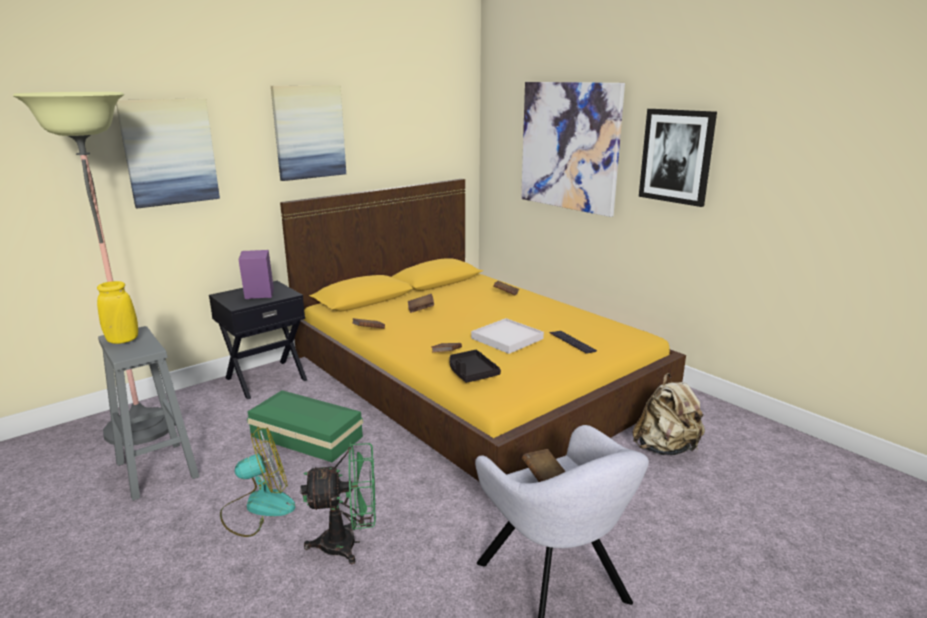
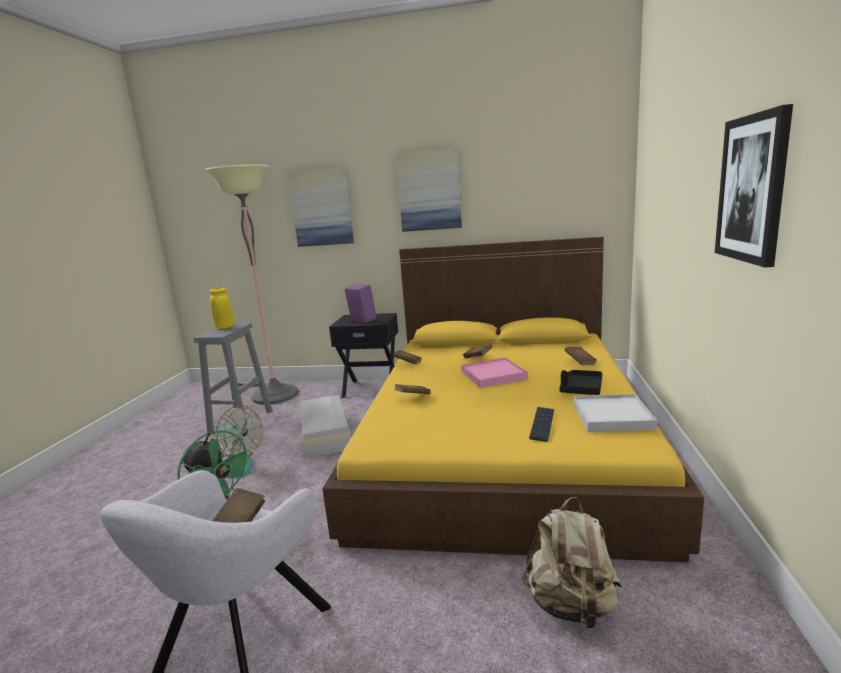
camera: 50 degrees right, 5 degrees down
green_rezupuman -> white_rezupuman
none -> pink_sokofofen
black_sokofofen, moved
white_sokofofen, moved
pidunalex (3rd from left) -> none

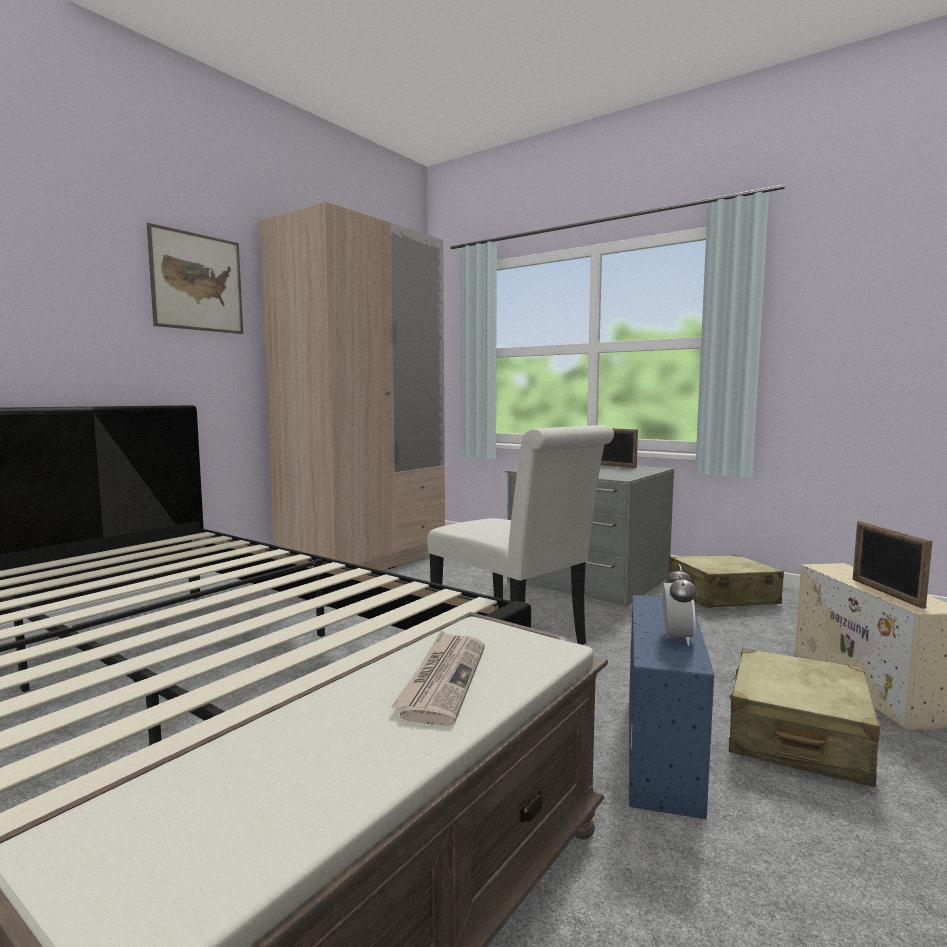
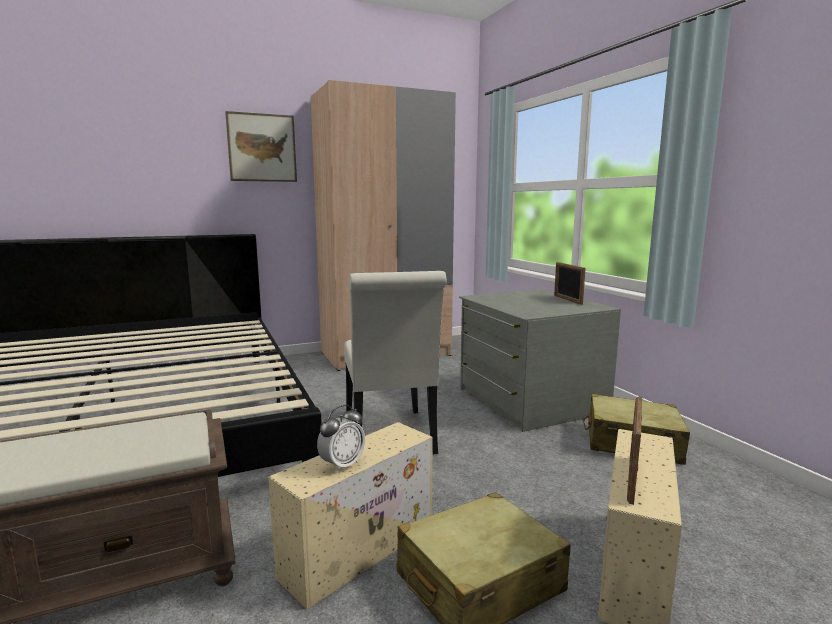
camera: 30 degrees right, 5 degrees up
blue_rezupuman -> beige_rezupuman (1st from left)
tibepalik -> none

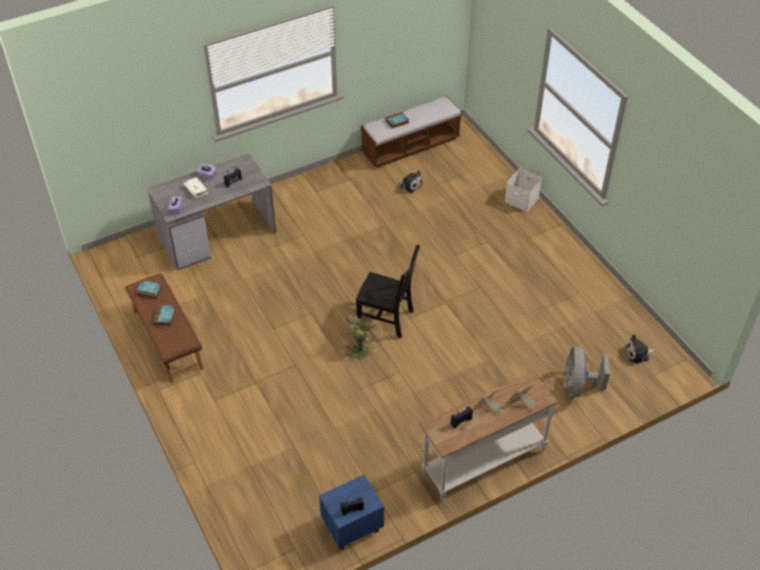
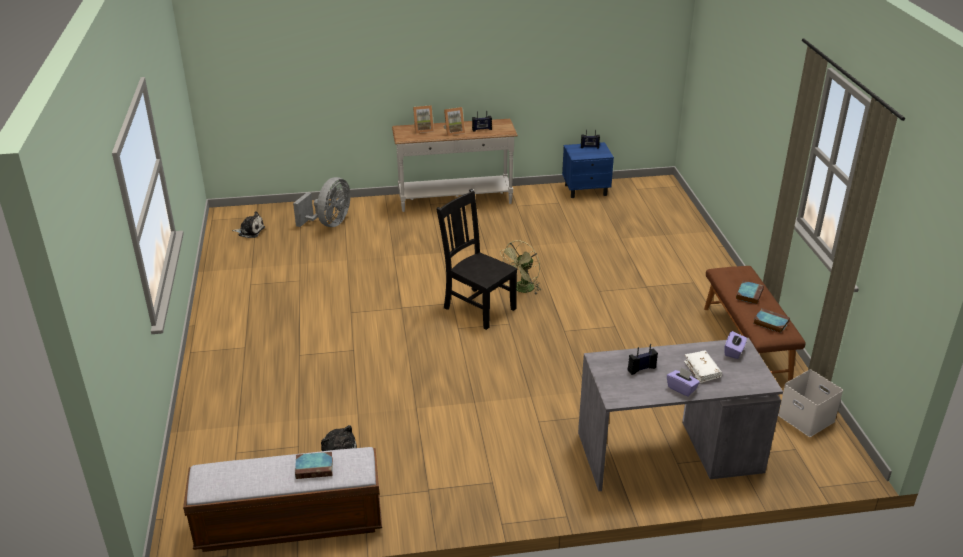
camera: 160 degrees left, 15 degrees down
white_rezupuman, moved

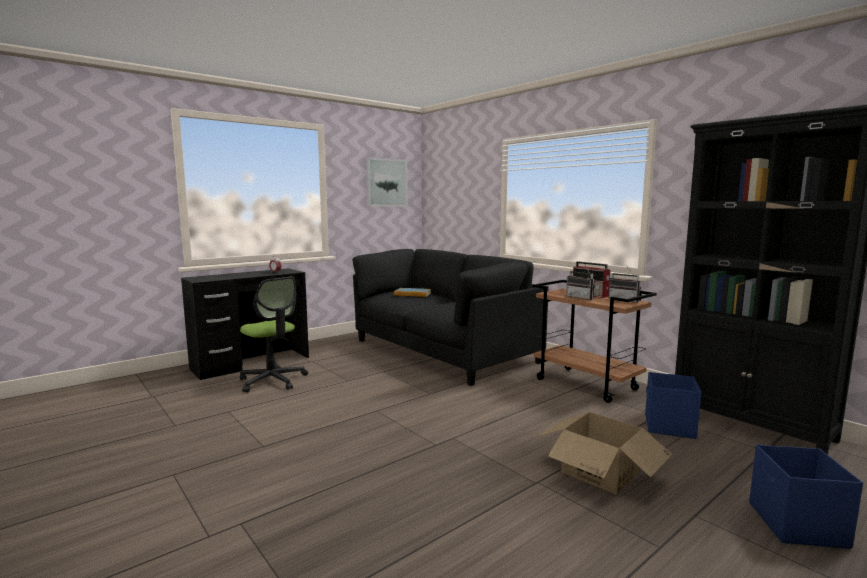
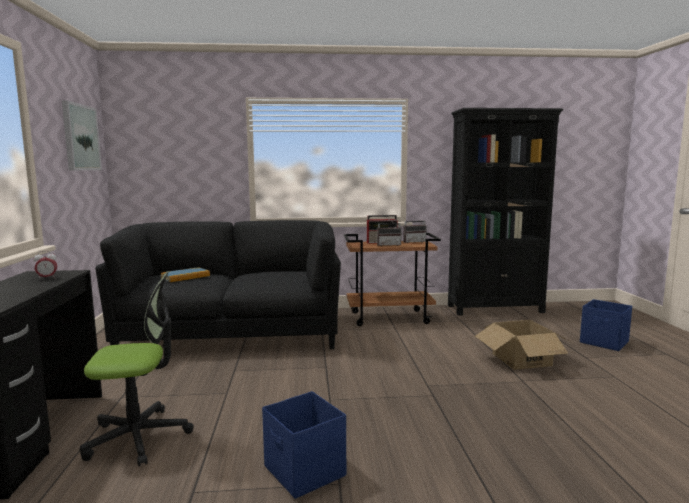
camera: 55 degrees left, 0 degrees up
blue_rezupuman (1st from left), moved

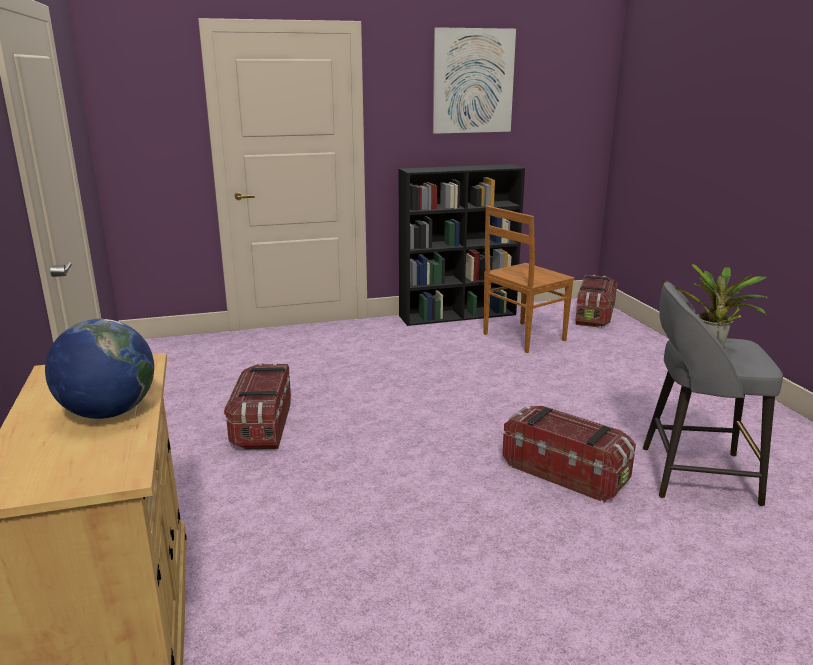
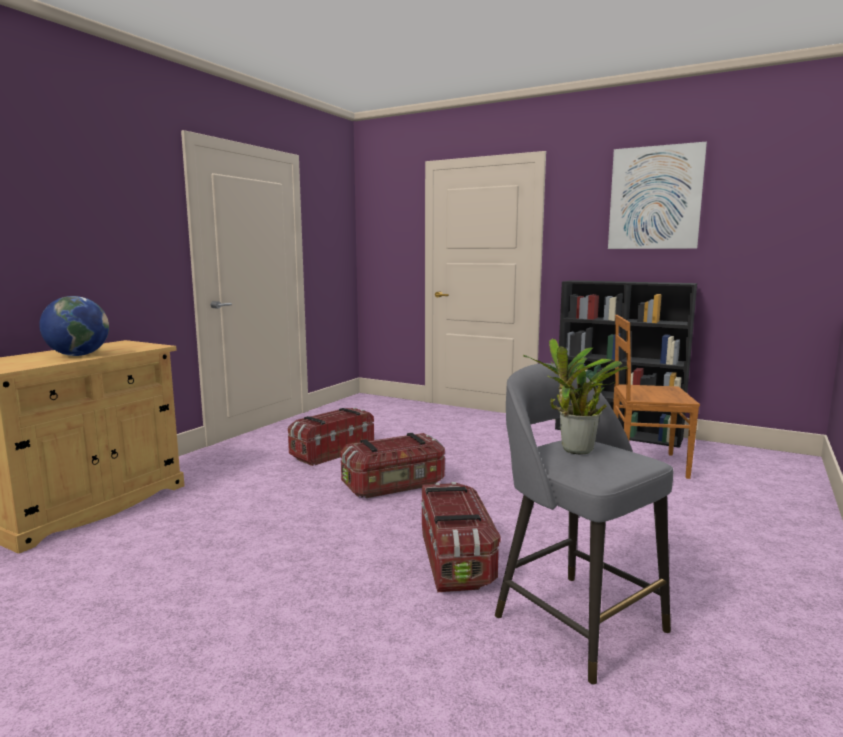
camera: 45 degrees right, 10 degrees down
rezupuman (3rd from left in the first image) -> rezupuman (2nd from left), moved

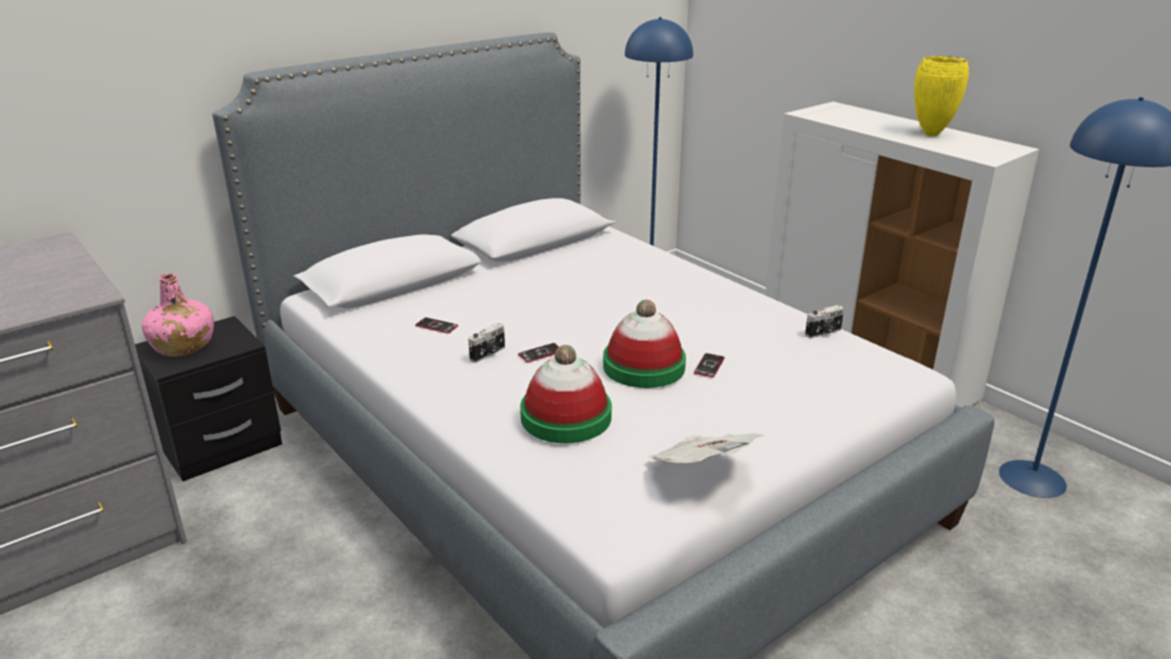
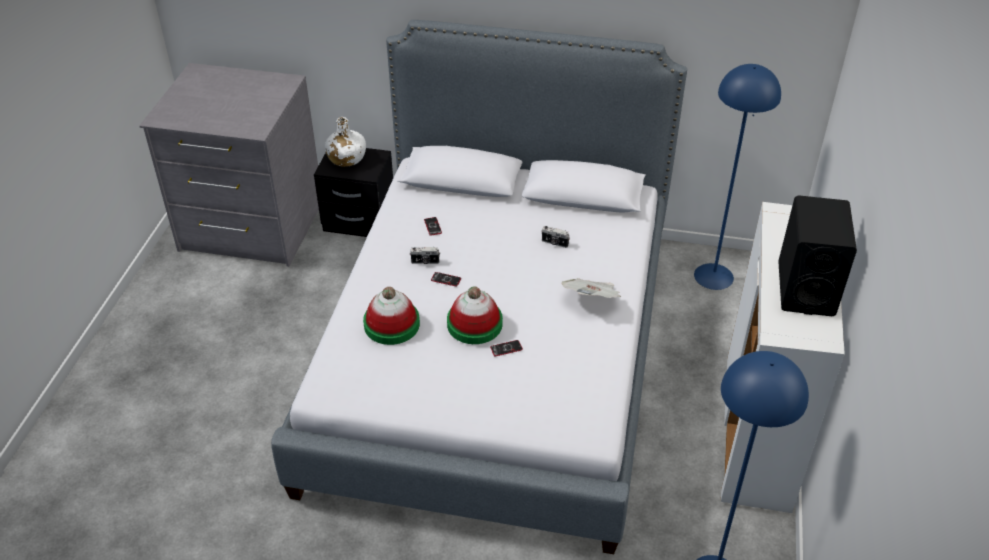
camera: 50 degrees right, 15 degrees up
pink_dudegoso -> white_dudegoso
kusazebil (2nd from left), moved
tibepalik, moved
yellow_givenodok -> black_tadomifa

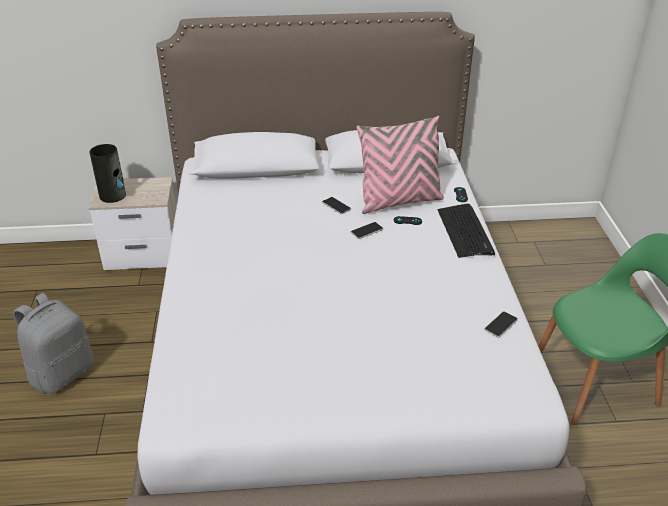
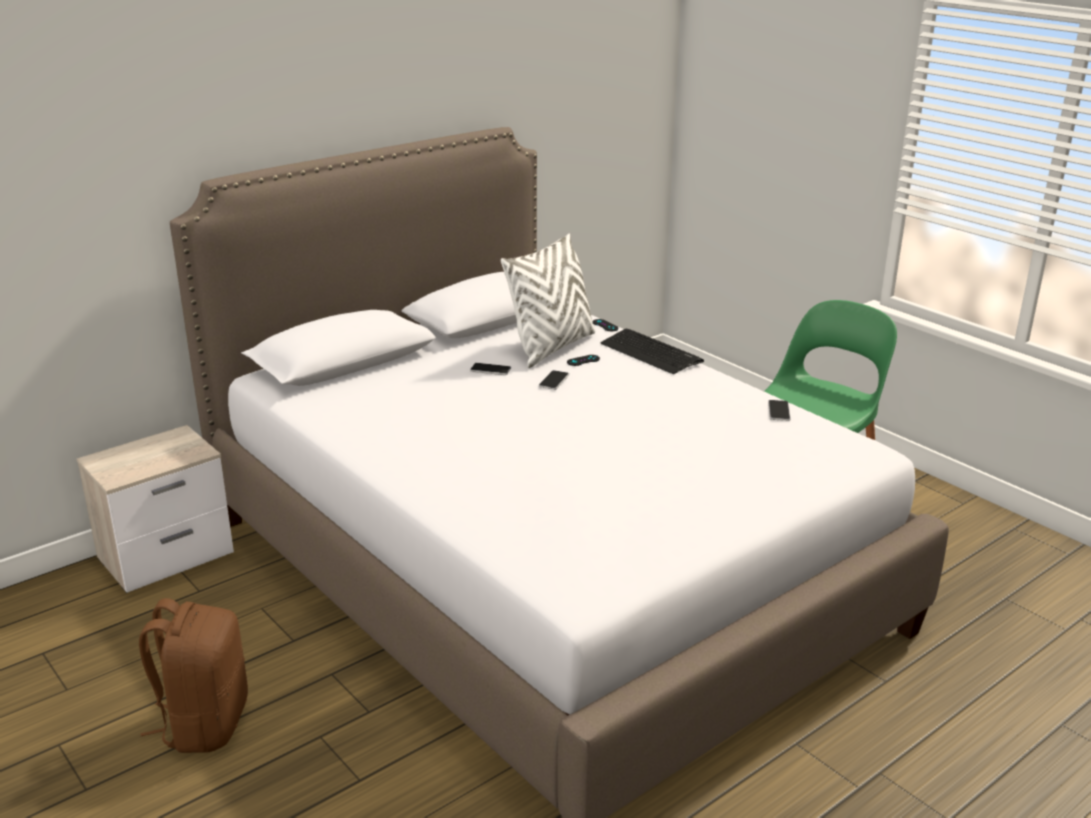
camera: 35 degrees left, 10 degrees down
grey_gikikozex -> brown_gikikozex
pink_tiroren -> white_tiroren
givenodok -> none

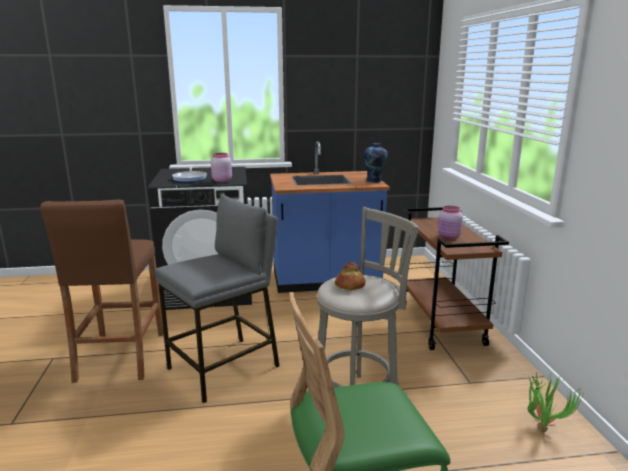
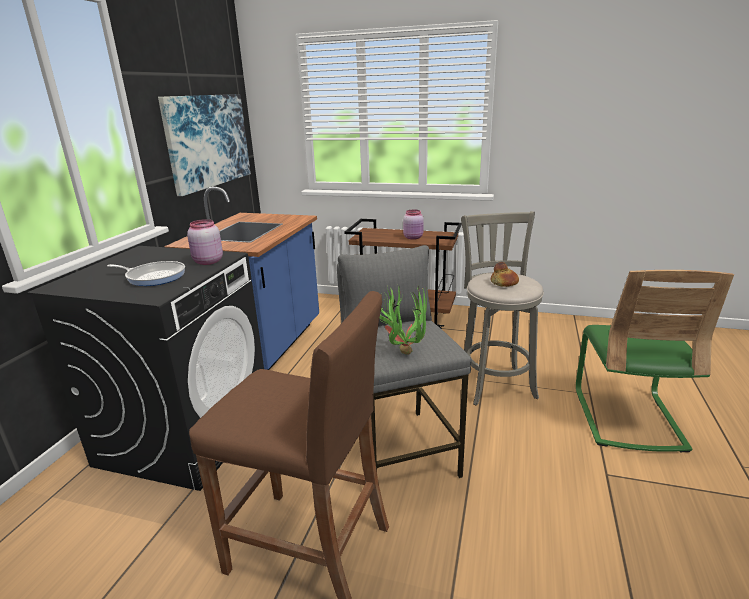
camera: 65 degrees left, 5 degrees up
none -> pidunalex
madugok, moved
givenodok -> none

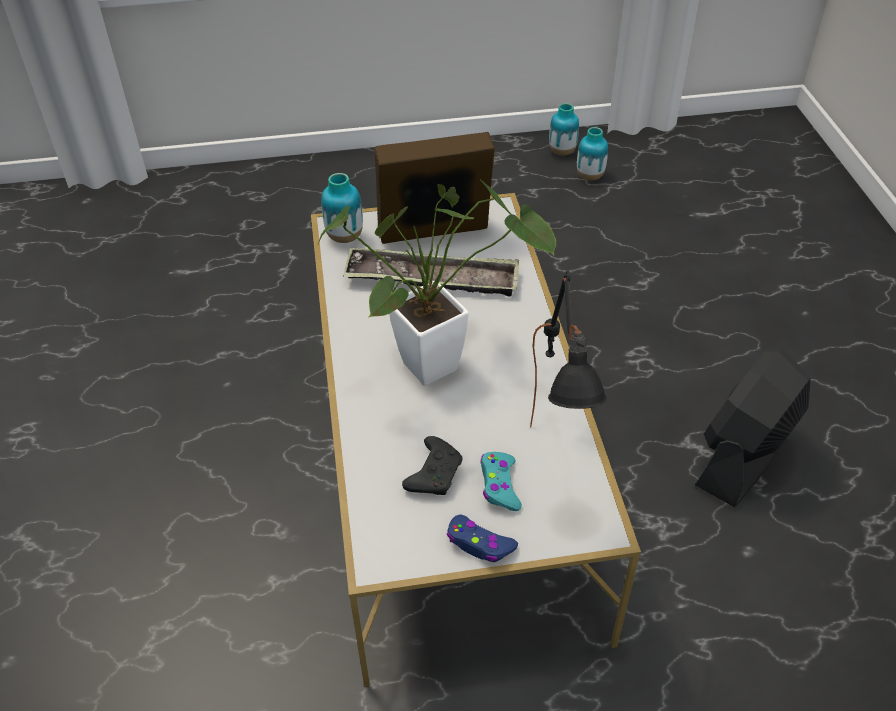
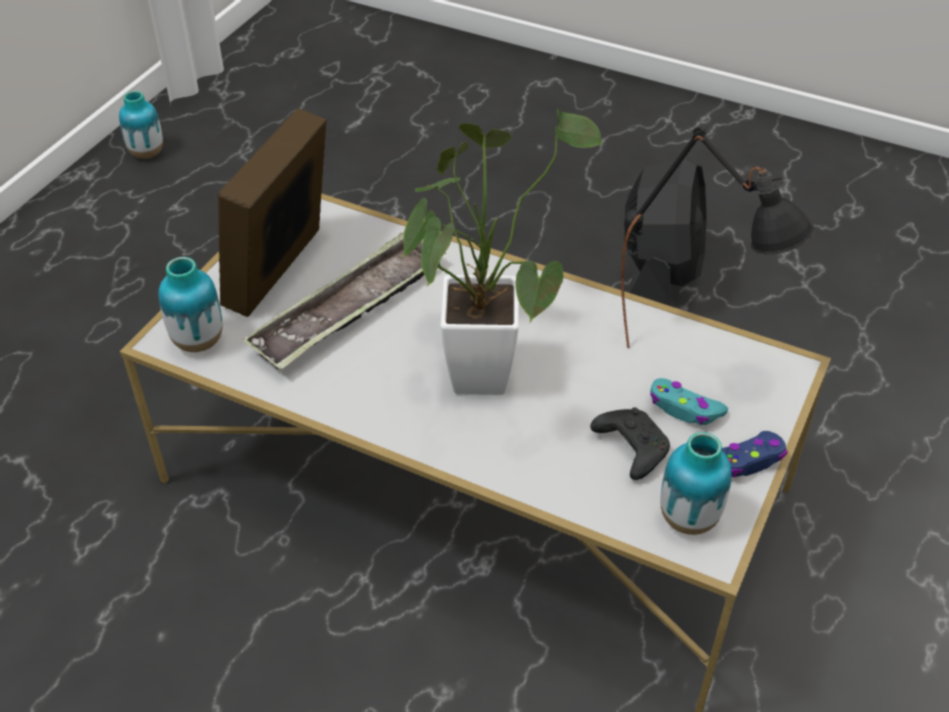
camera: 55 degrees left, 0 degrees up
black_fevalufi, 150 degrees counterclockwise
givenodok (3rd from left), moved

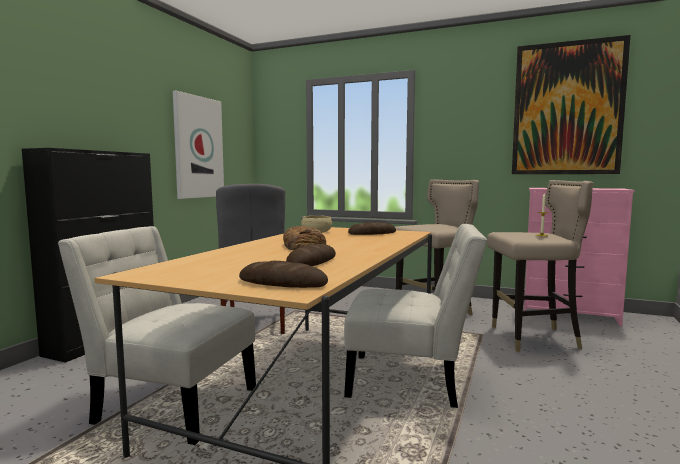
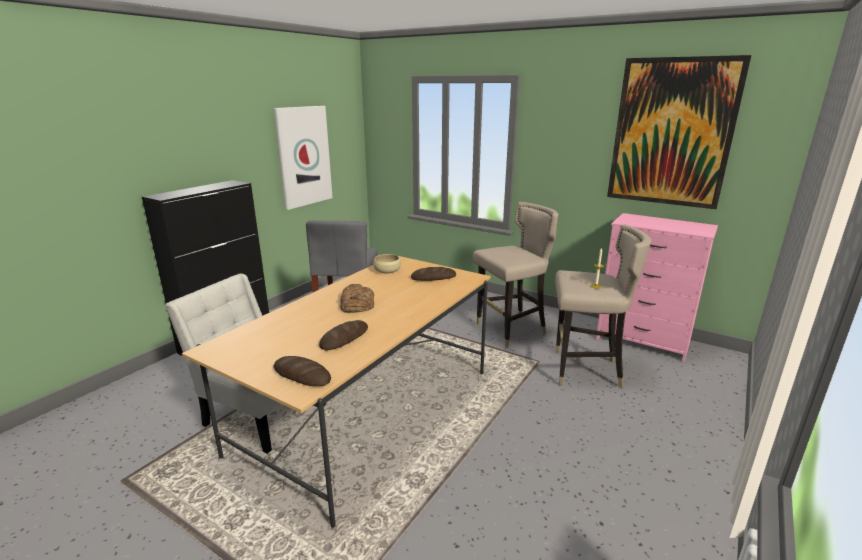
camera: 10 degrees right, 15 degrees up
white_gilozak (2nd from left) -> none

